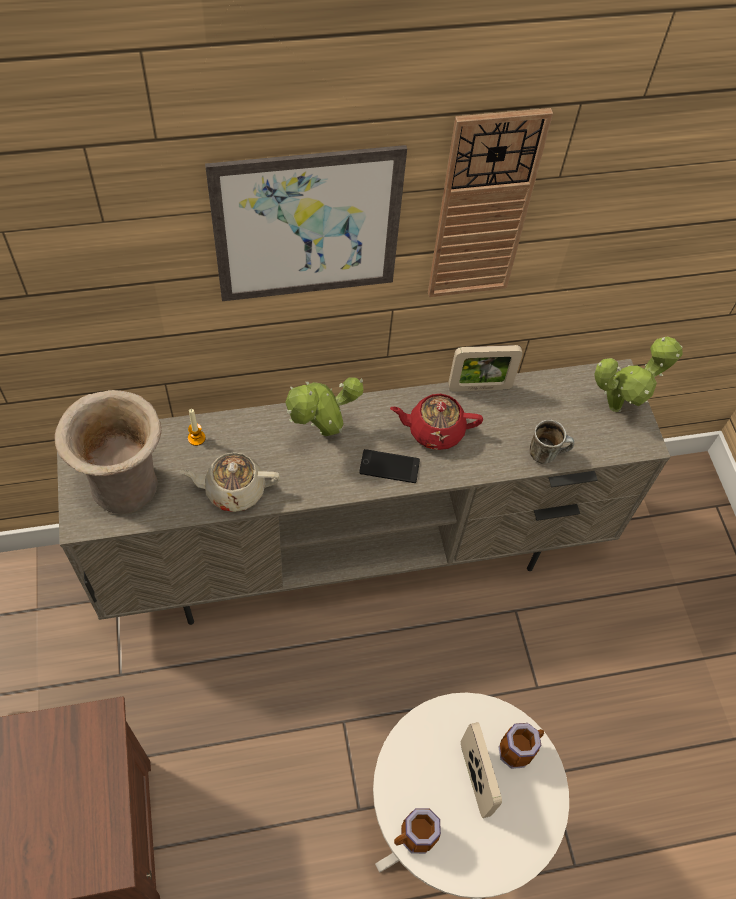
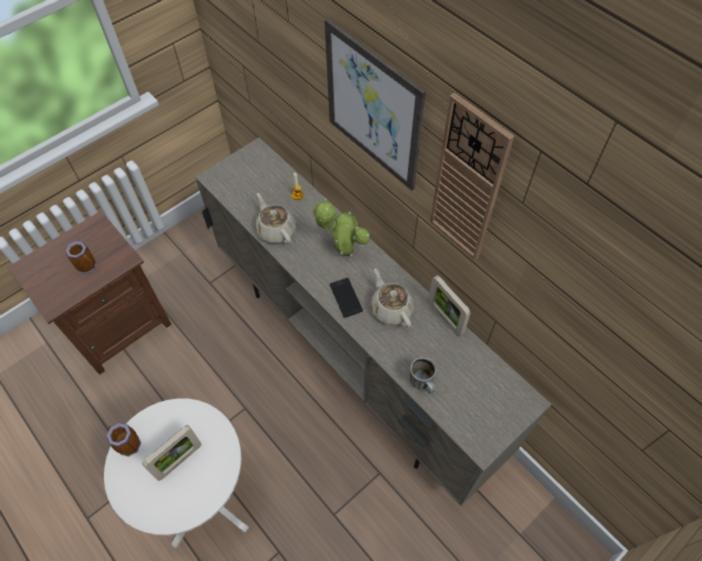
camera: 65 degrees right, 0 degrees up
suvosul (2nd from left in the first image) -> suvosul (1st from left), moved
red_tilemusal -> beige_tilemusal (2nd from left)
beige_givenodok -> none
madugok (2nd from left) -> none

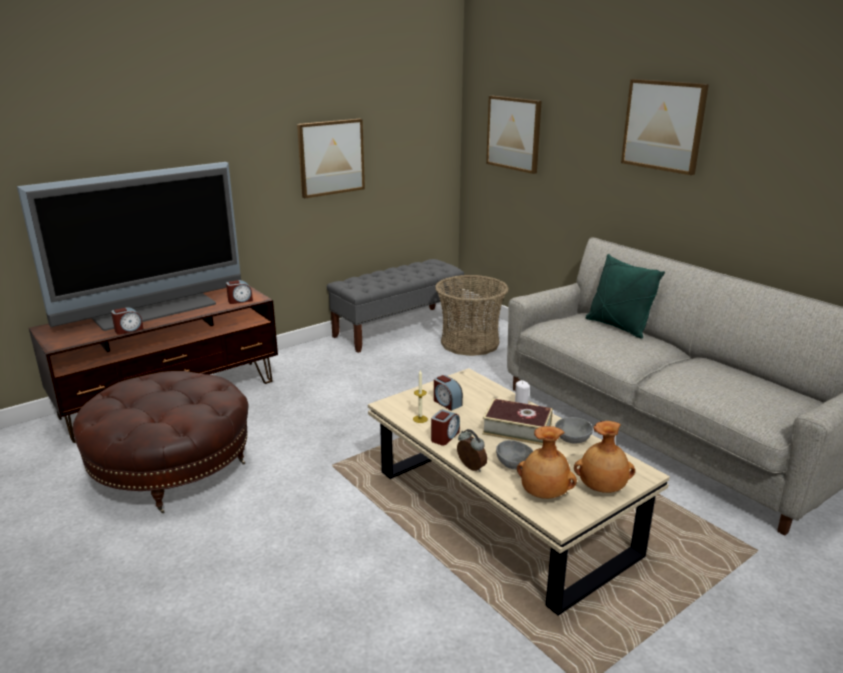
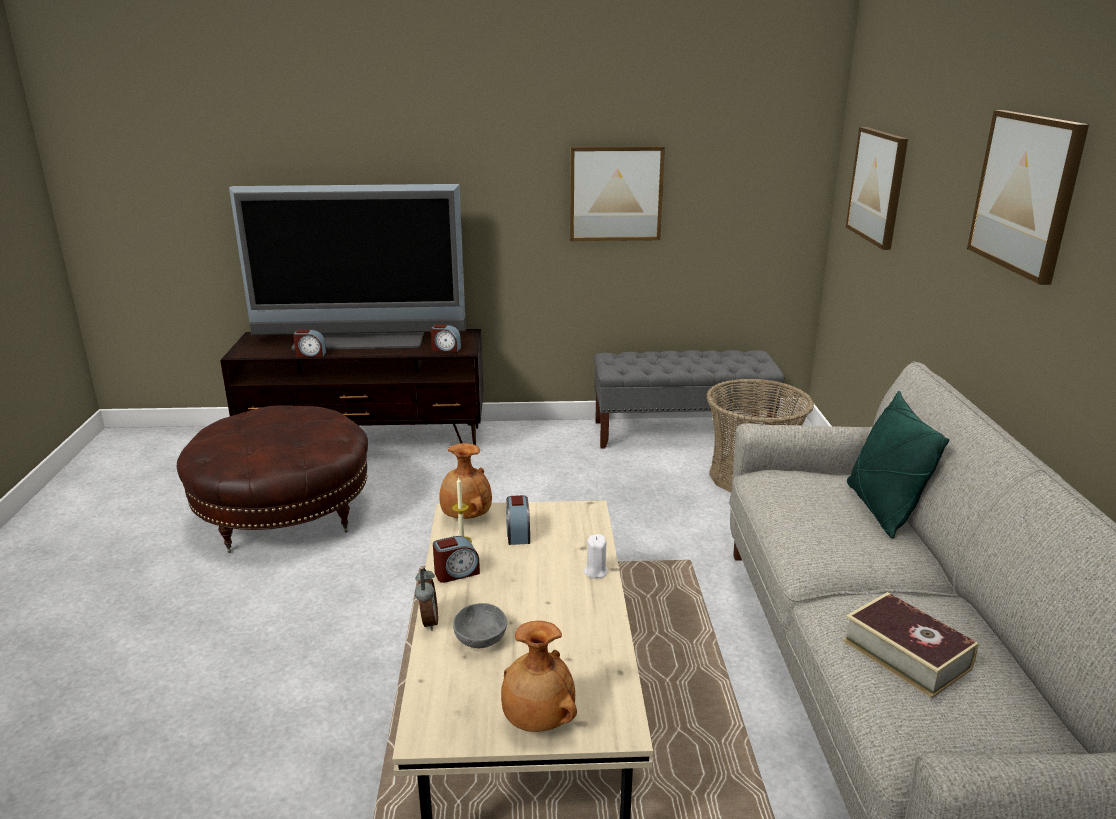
camera: 35 degrees right, 0 degrees up
brown_givenodok (1st from left), moved
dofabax, moved
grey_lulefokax (2nd from left) -> none

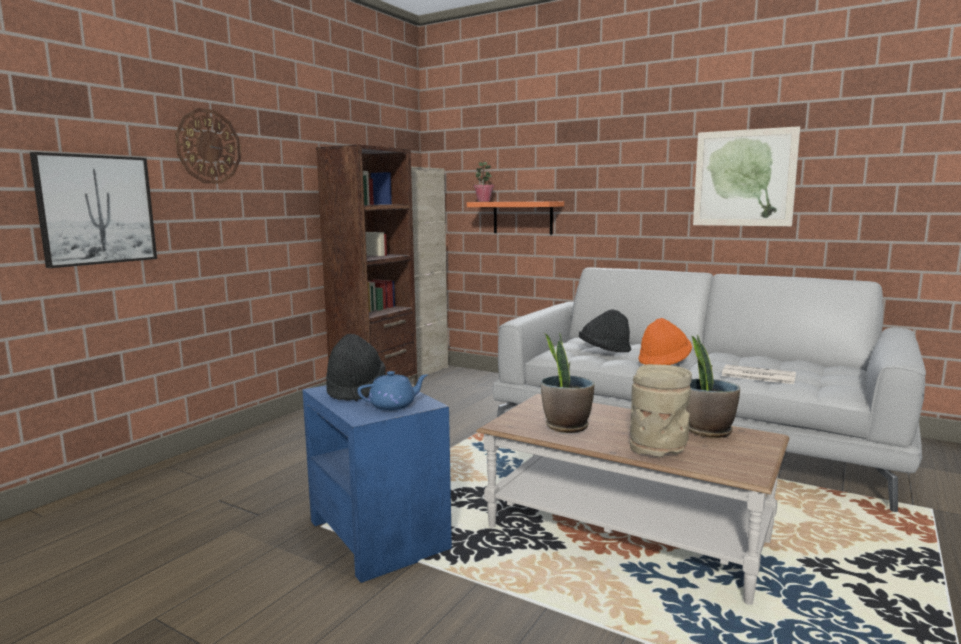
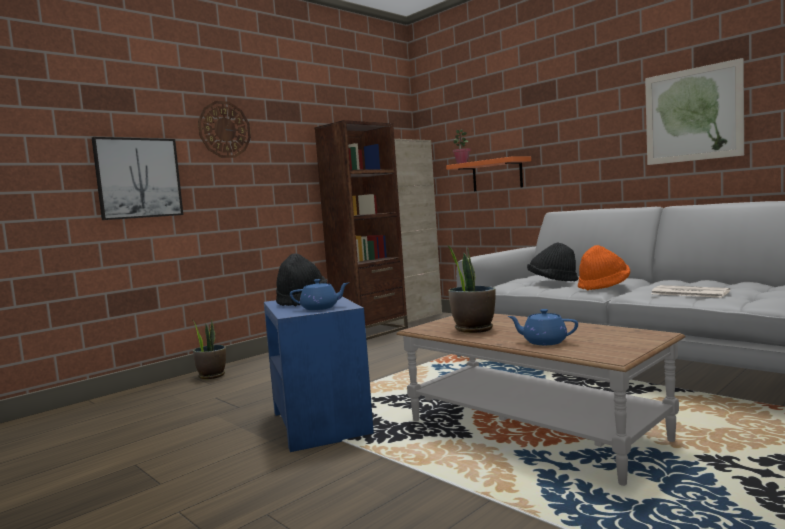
camera: 15 degrees right, 5 degrees down
madugok (3rd from left in the first image) -> madugok (1st from left), moved
beige_givenodok -> blue_tilemusal (2nd from left)

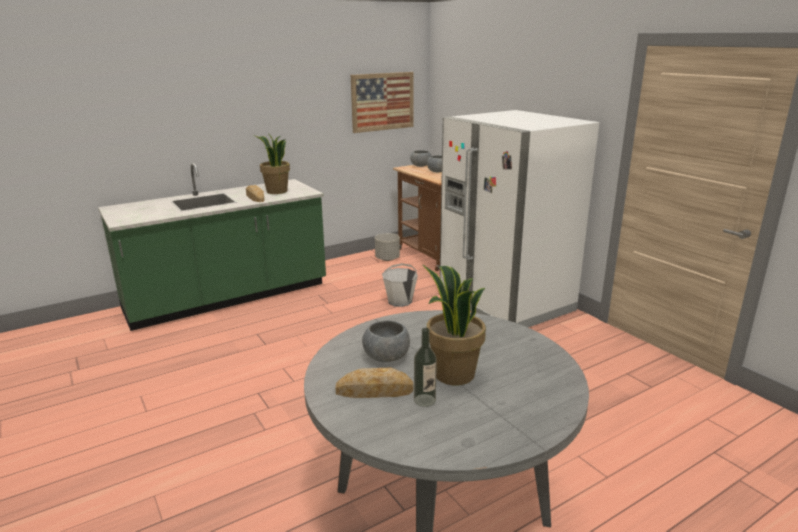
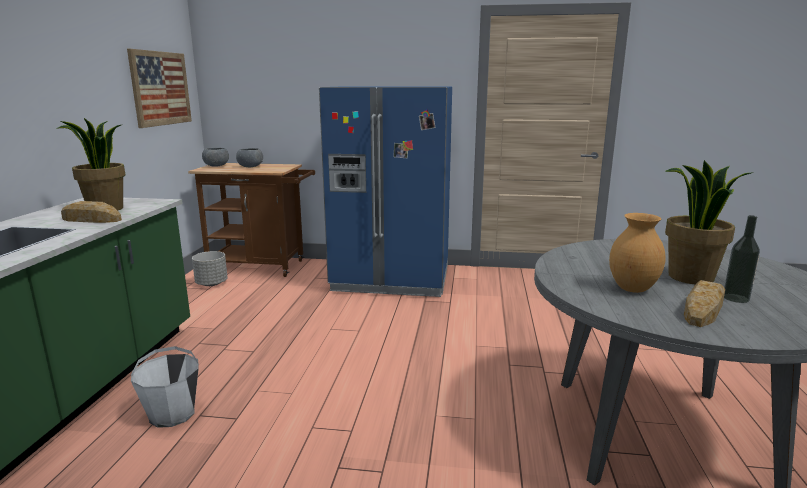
camera: 50 degrees left, 5 degrees down
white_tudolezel, moved
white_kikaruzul -> blue_kikaruzul
grey_lulefokax (1st from left) -> brown_givenodok

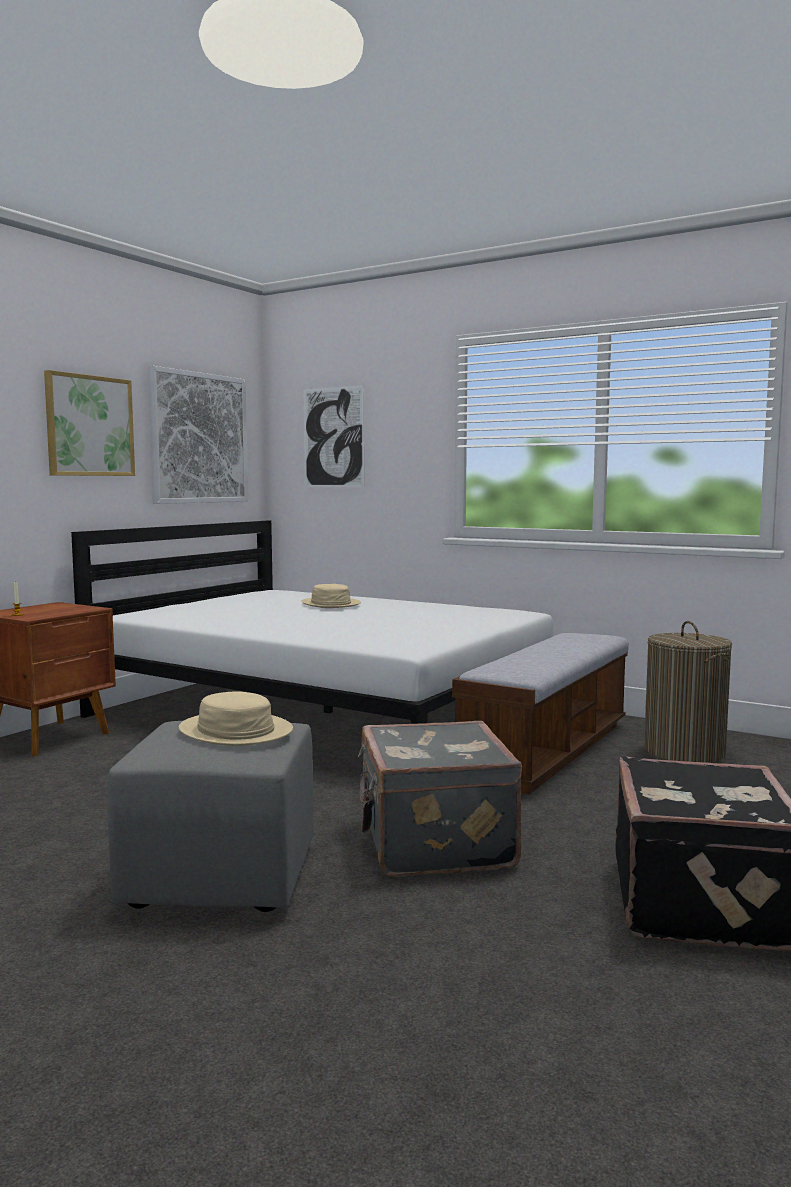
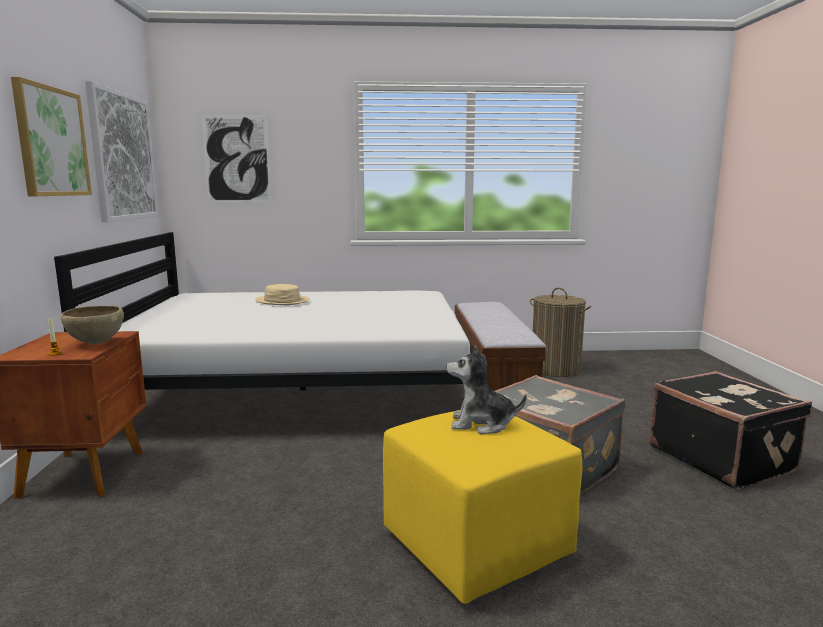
camera: 35 degrees left, 5 degrees up
none -> brown_lulefokax
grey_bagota -> yellow_bagota
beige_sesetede (1st from left) -> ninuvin

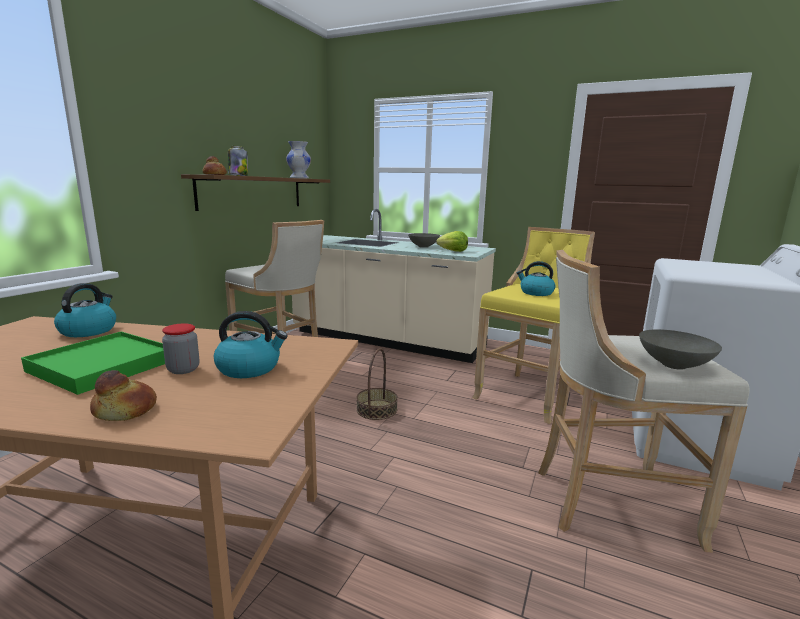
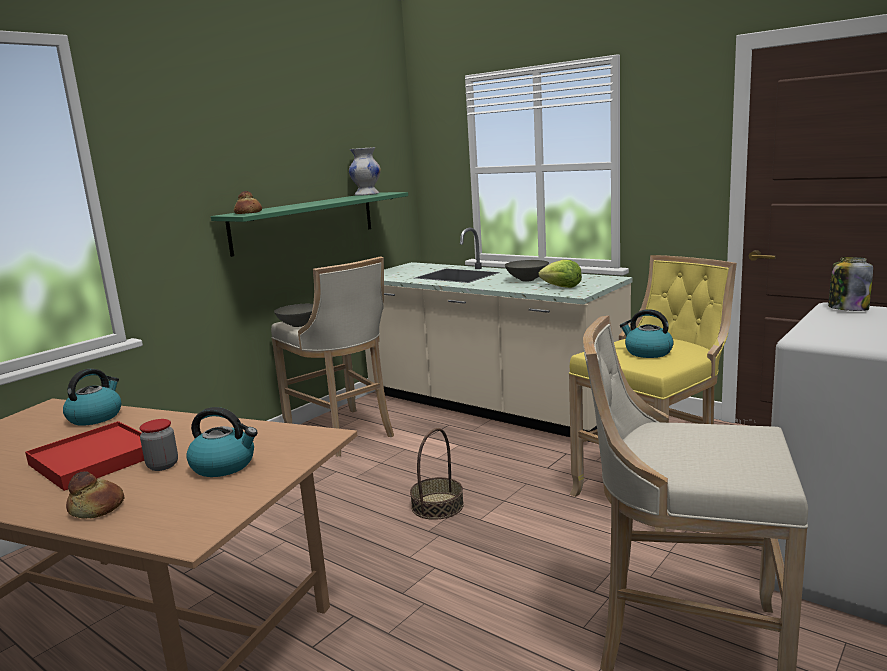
camera: 15 degrees right, 0 degrees up
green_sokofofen -> red_sokofofen
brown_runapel -> green_runapel
grey_lulefokax (2nd from left in the first image) -> grey_lulefokax (1st from left), moved
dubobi (2nd from left), moved

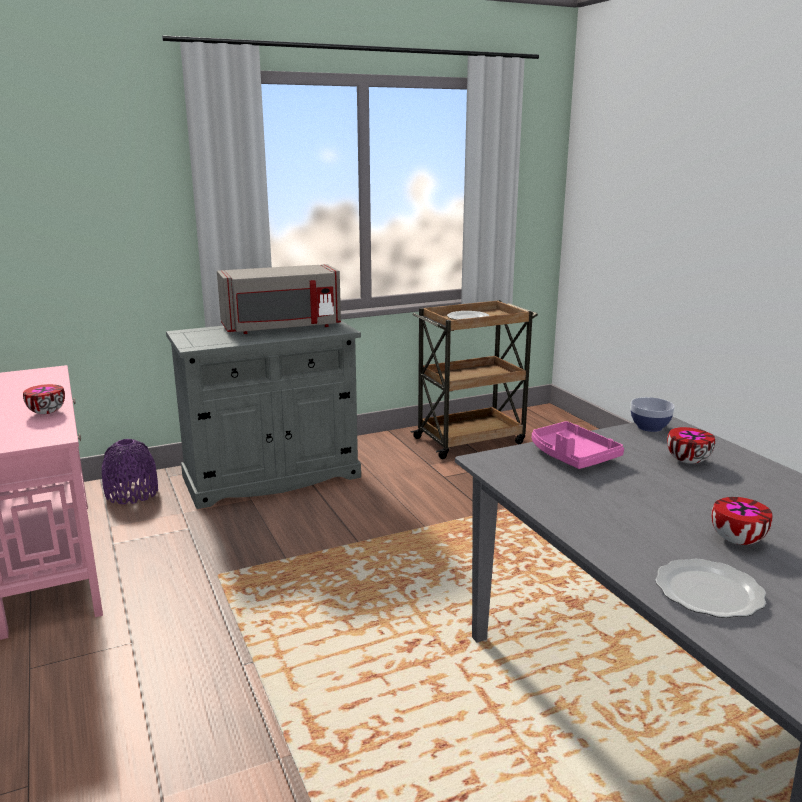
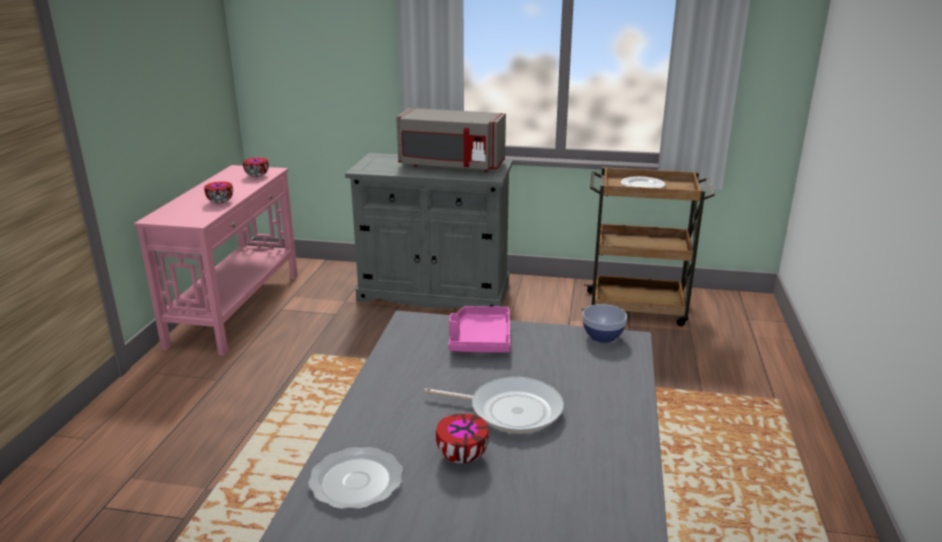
camera: 35 degrees right, 5 degrees up
lulefokax (3rd from left in the first image) -> lulefokax (2nd from left), moved
none -> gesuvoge
purple_givenodok -> none

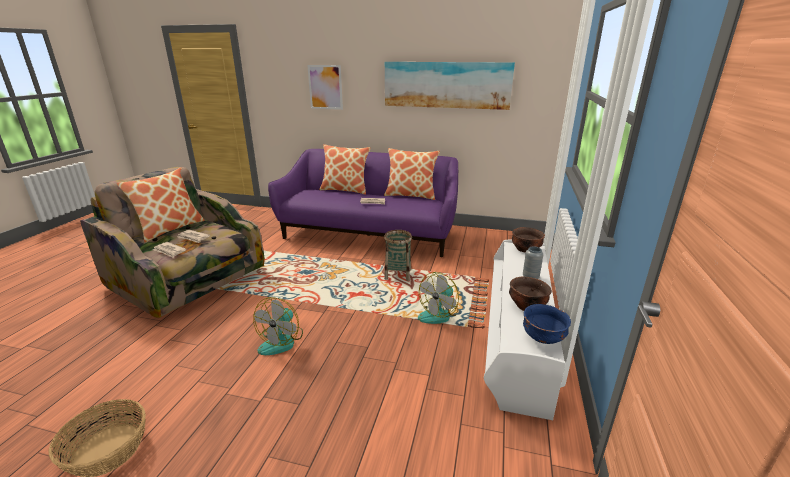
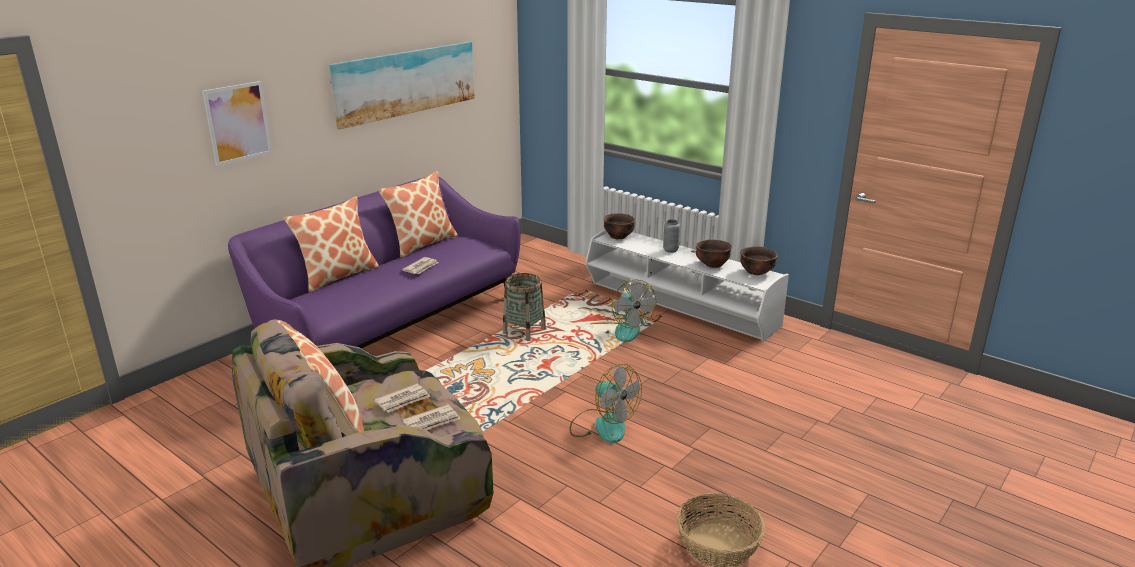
camera: 65 degrees left, 0 degrees up
blue_lulefokax -> brown_lulefokax (3rd from left)

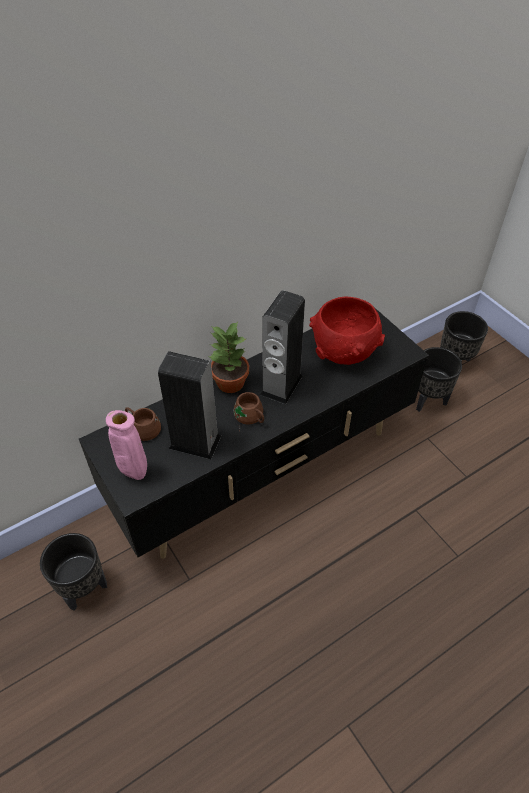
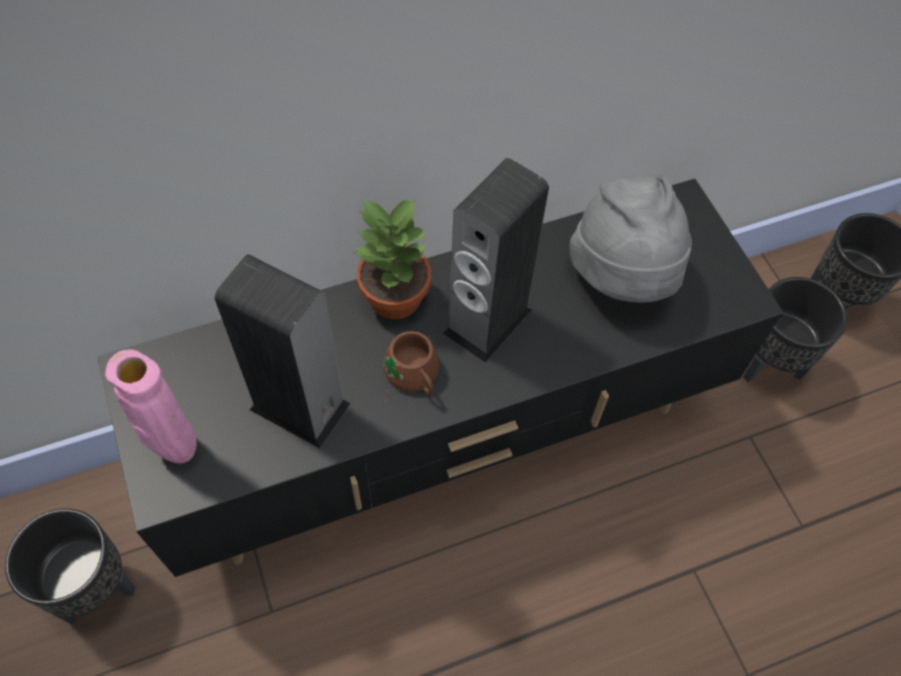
camera: 10 degrees right, 10 degrees up
red_lulefokax -> grey_sesetede
brown_suvosul (1st from left) -> none

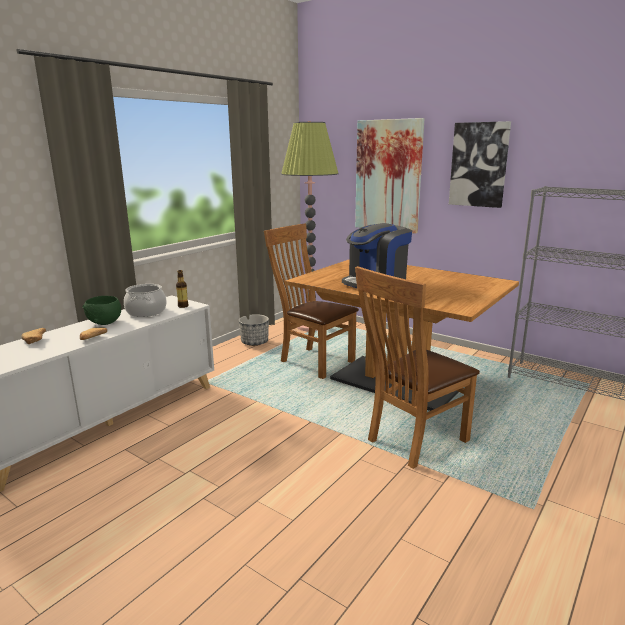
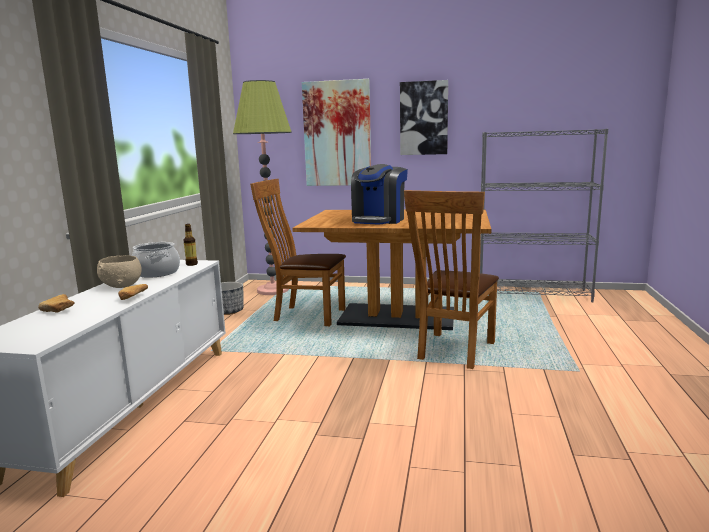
camera: 25 degrees left, 5 degrees down
green_lulefokax -> beige_lulefokax

